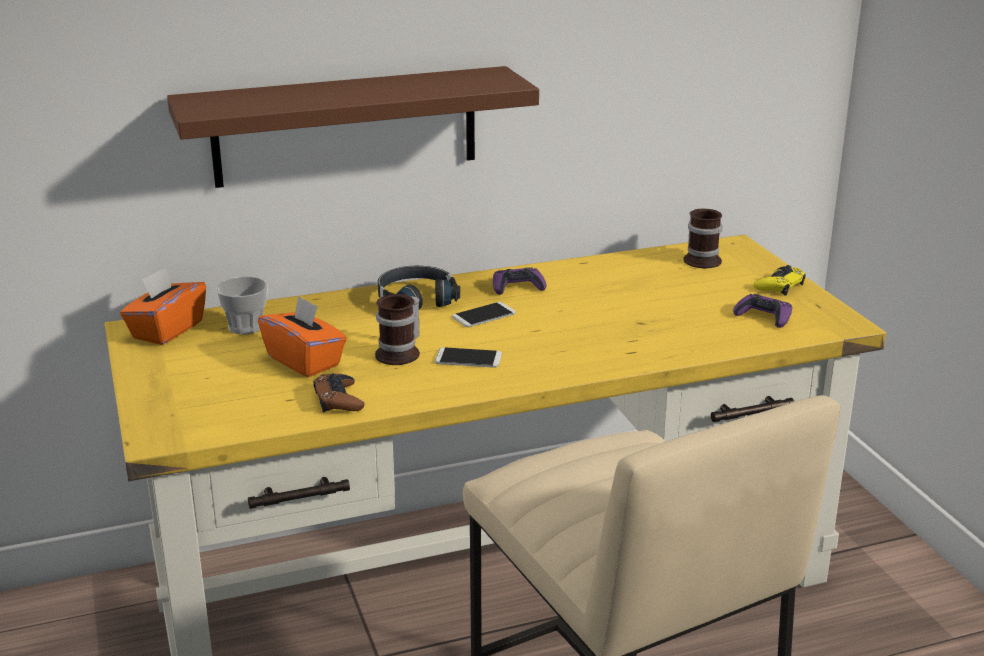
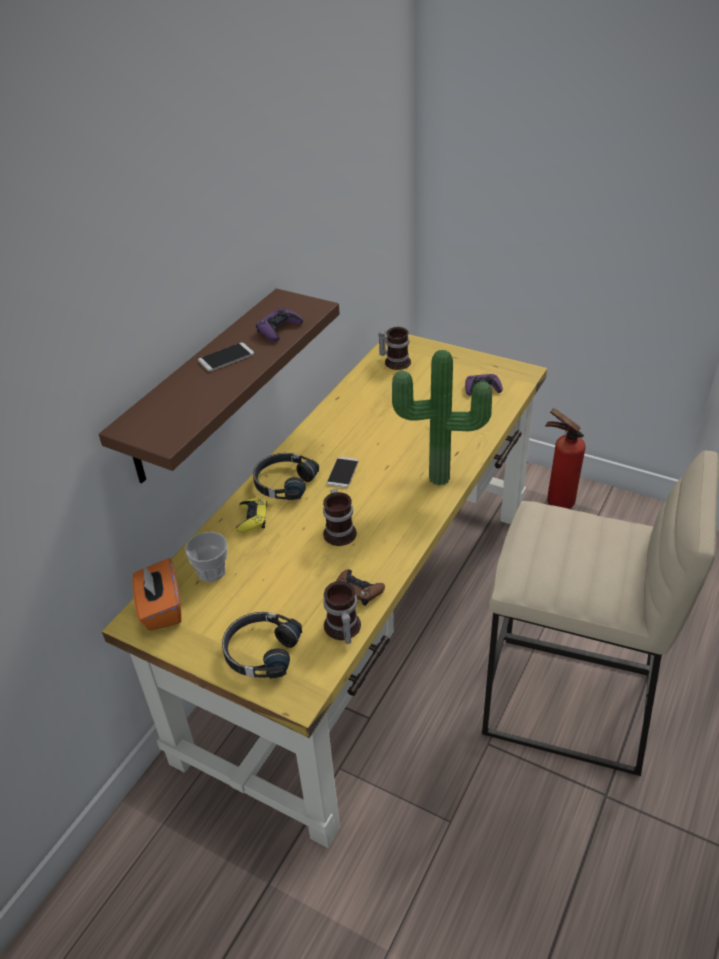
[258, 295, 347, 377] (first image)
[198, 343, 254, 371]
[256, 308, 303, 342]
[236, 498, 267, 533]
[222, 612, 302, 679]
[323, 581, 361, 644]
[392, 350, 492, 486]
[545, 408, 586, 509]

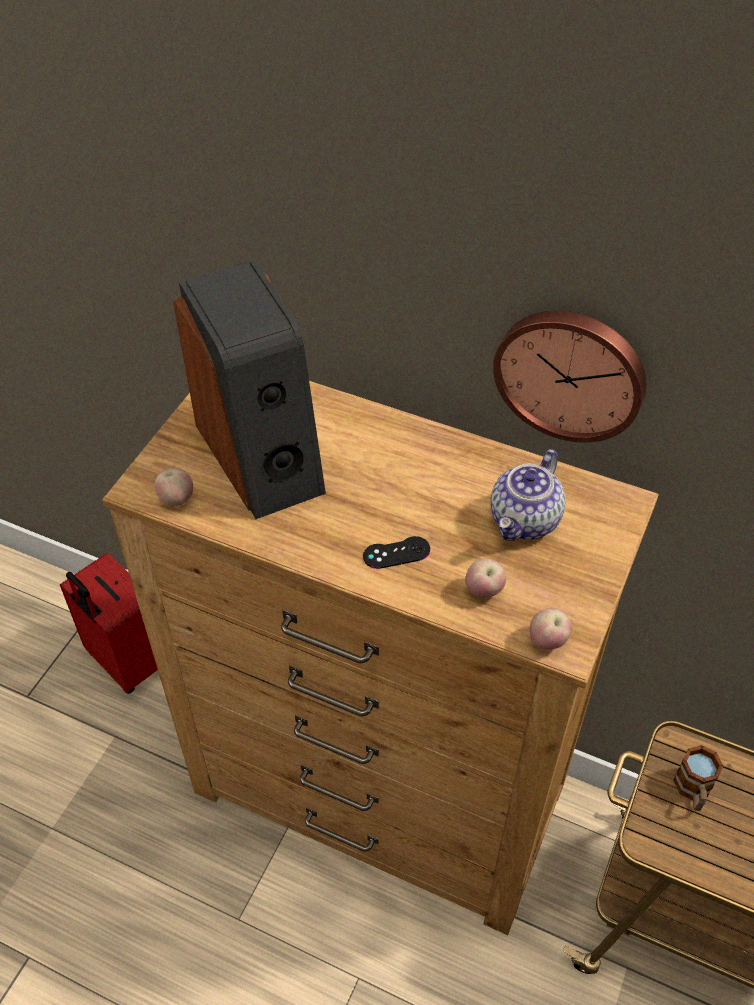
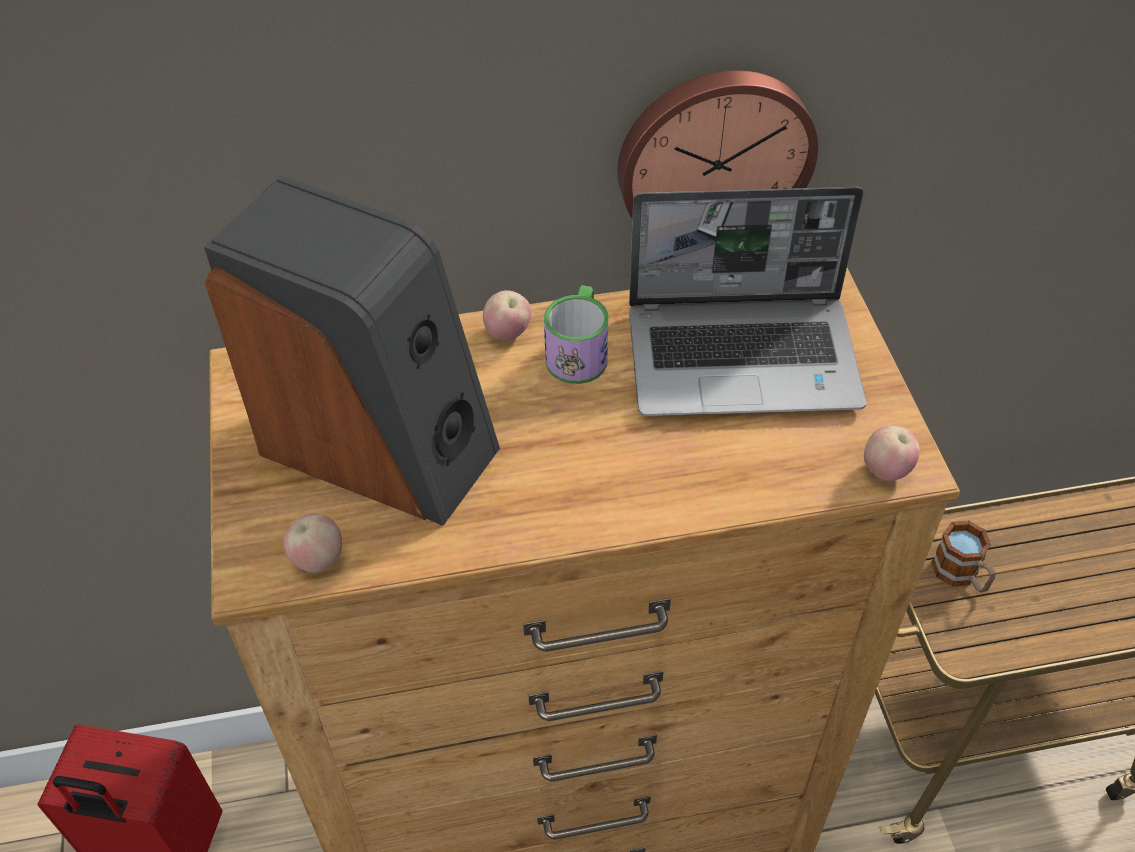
[363, 536, 430, 569] (first image)
[483, 290, 531, 340]
[629, 187, 866, 416]
[544, 285, 608, 384]

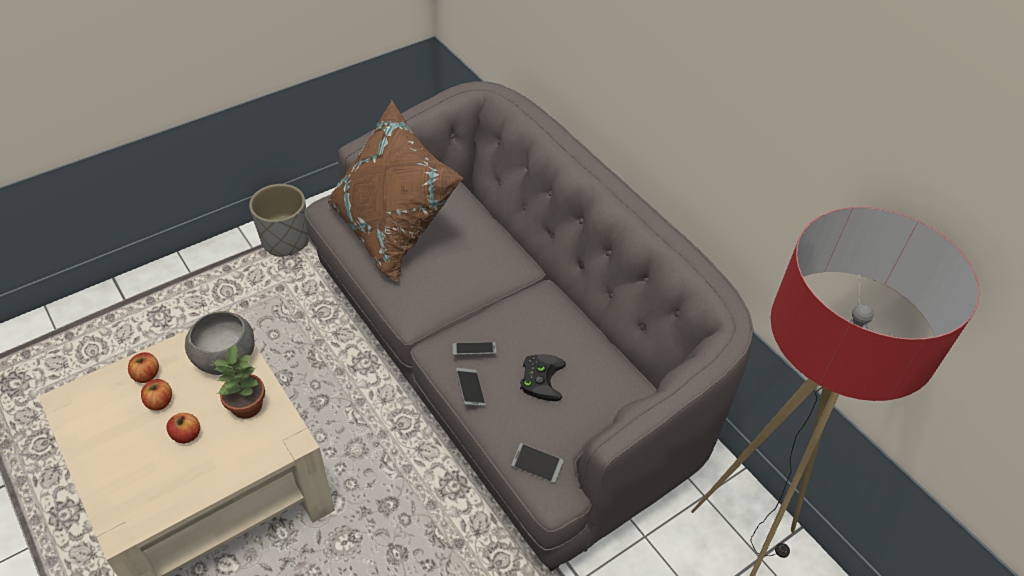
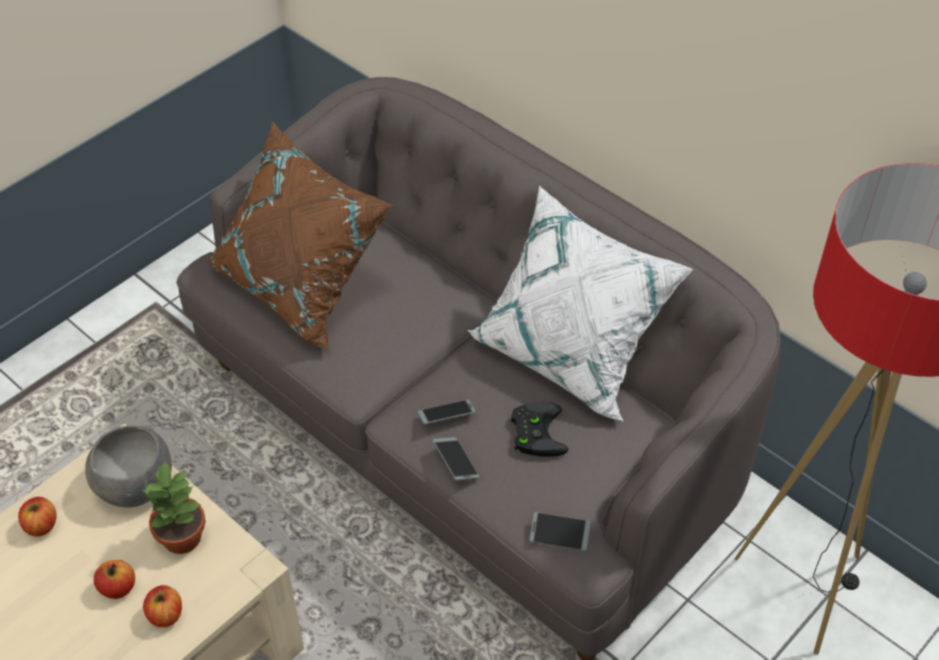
[143, 585, 182, 627]
[249, 184, 309, 257] (first image)
[468, 186, 693, 421]

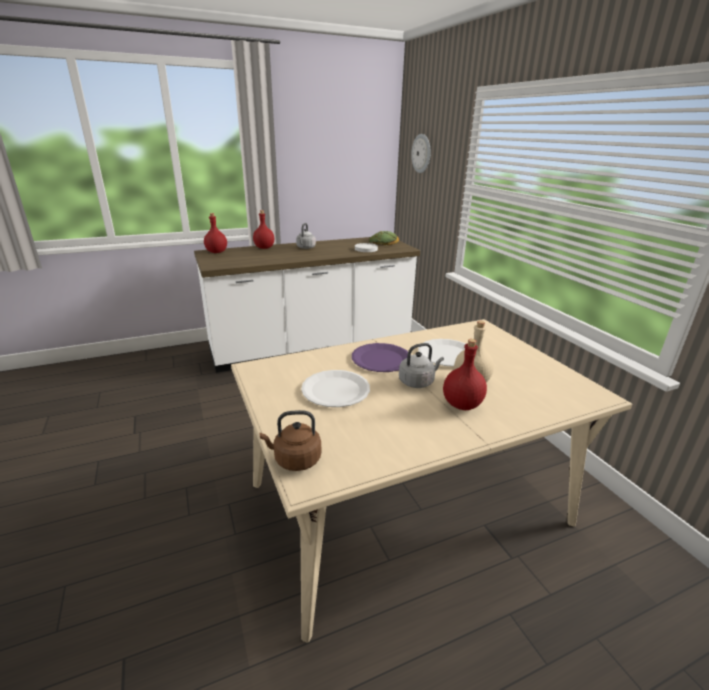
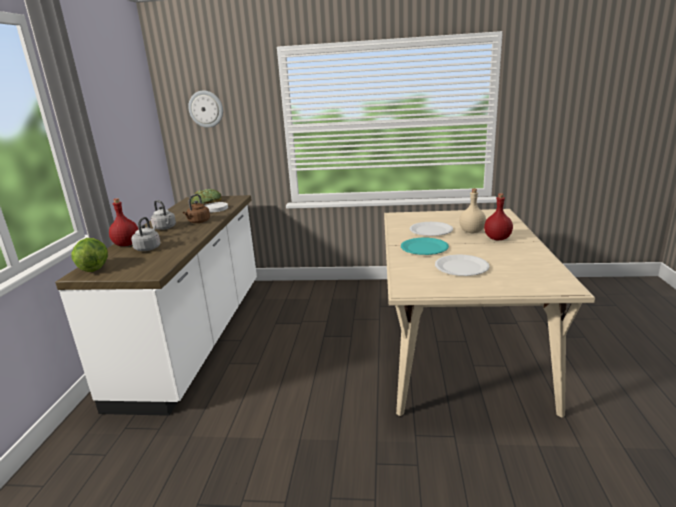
[72, 238, 108, 272]
[183, 194, 210, 223]
[401, 238, 449, 255]
[131, 217, 161, 251]

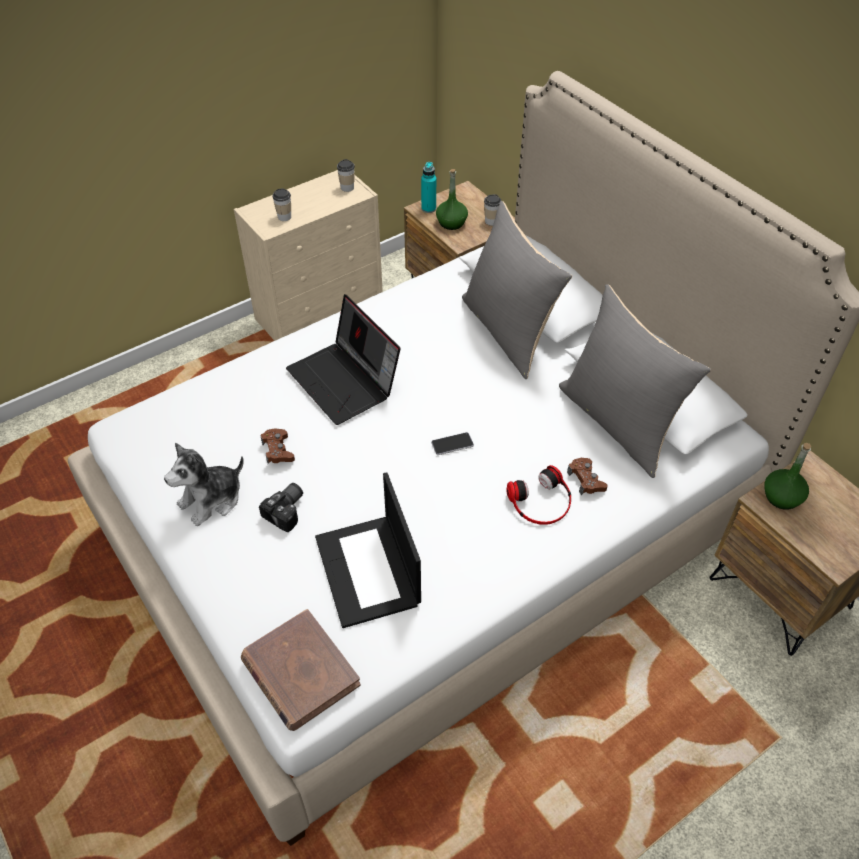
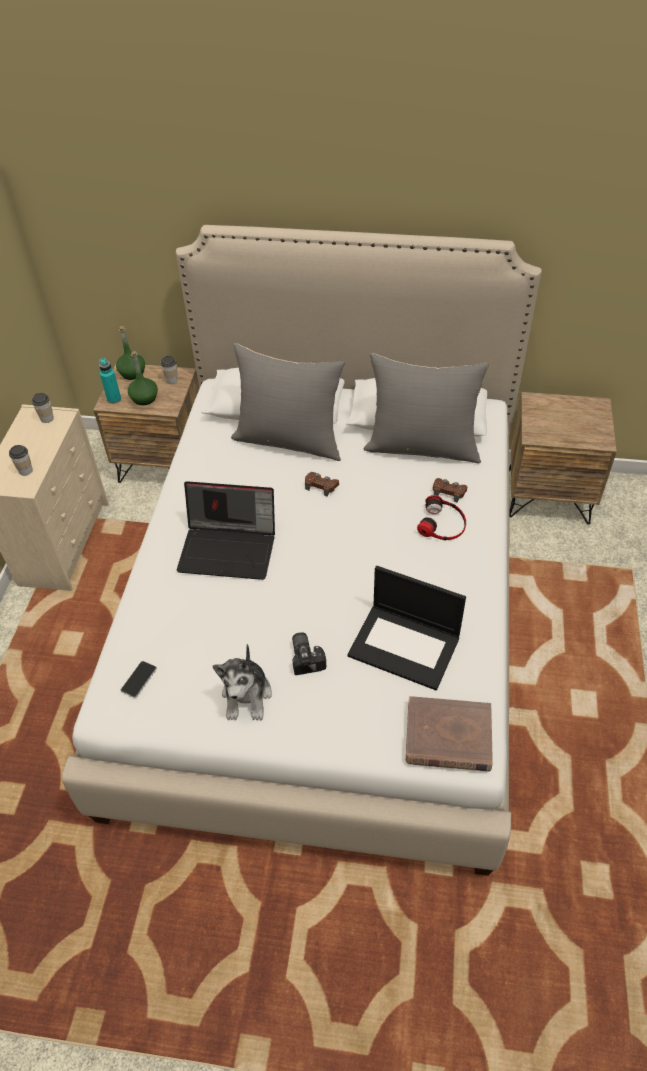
[305, 472, 339, 497]
[121, 661, 157, 698]
[116, 326, 145, 380]

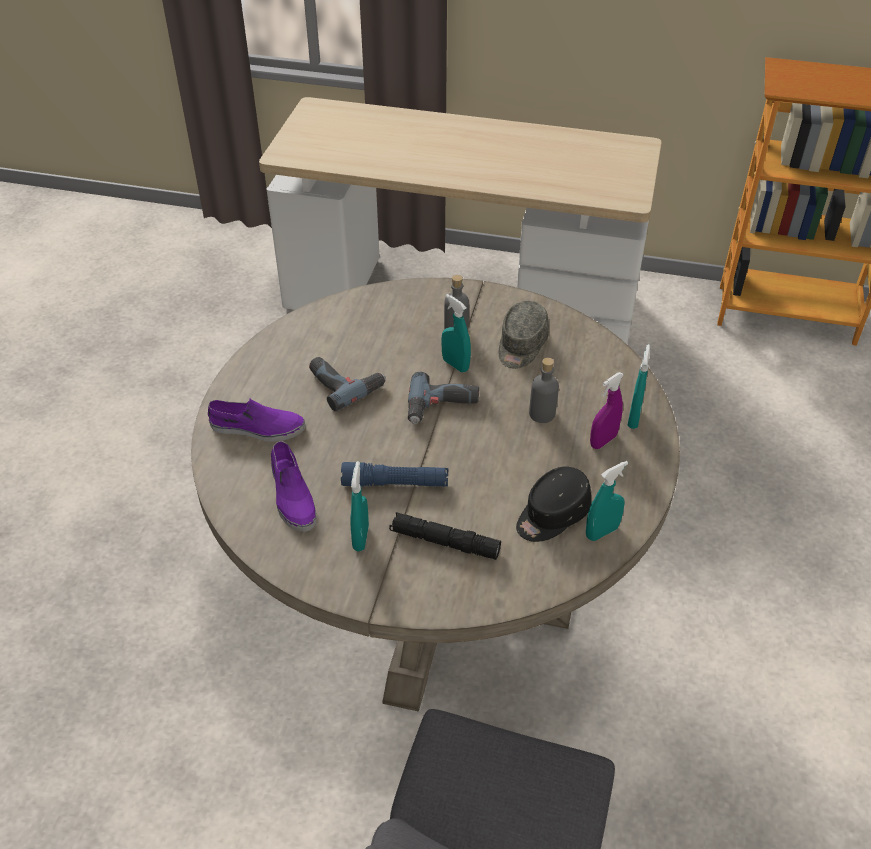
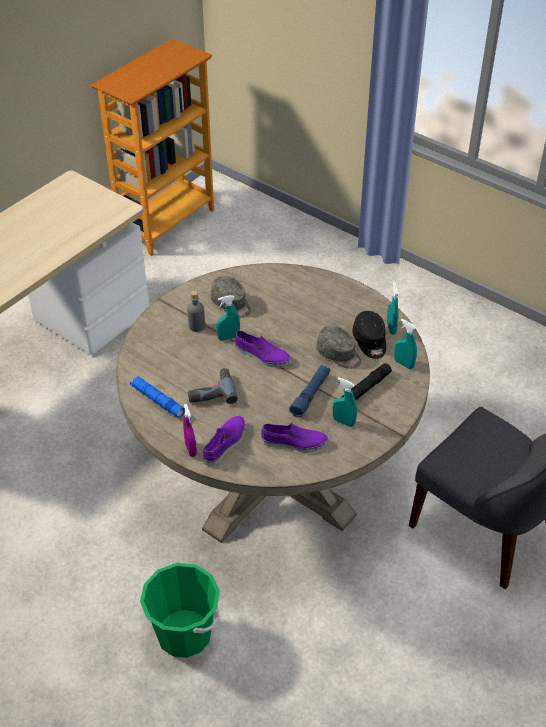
[235, 331, 291, 367]
[529, 358, 559, 423] (first image)
[183, 404, 197, 457]
[394, 319, 417, 369]
[130, 376, 185, 418]
[140, 563, 220, 658]
[316, 326, 361, 369]

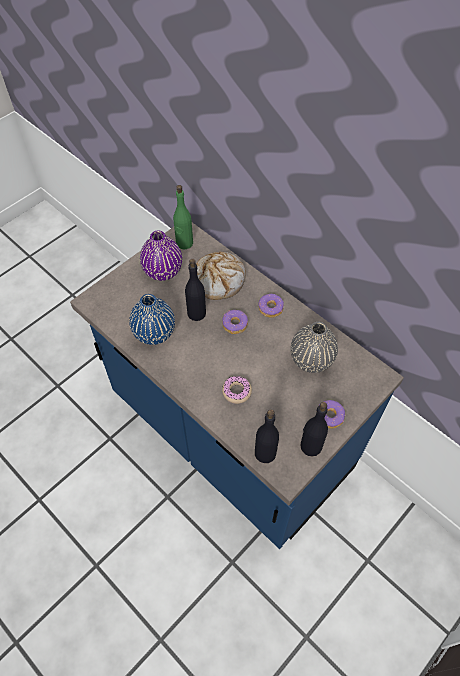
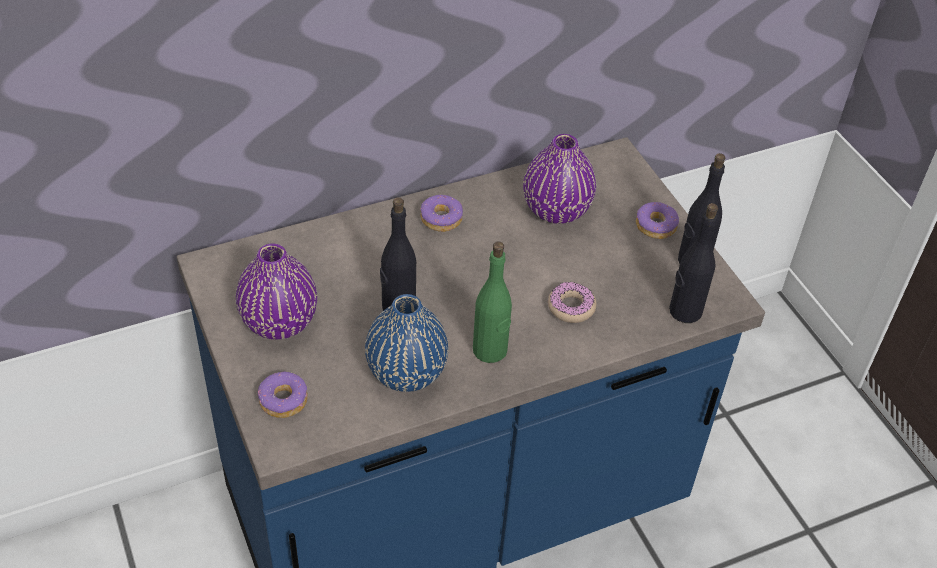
[473, 241, 512, 363]
[196, 251, 246, 300] (first image)
[258, 372, 308, 418]
[523, 134, 596, 224]

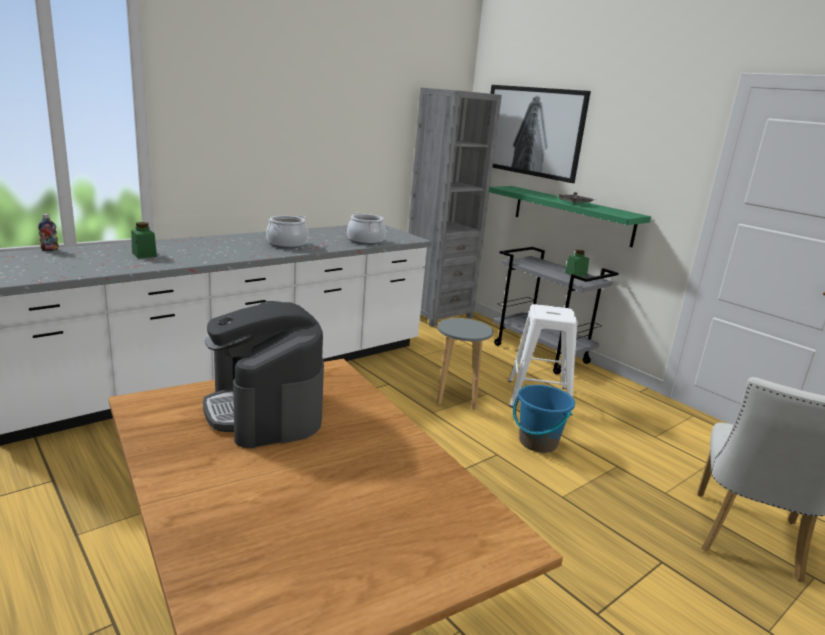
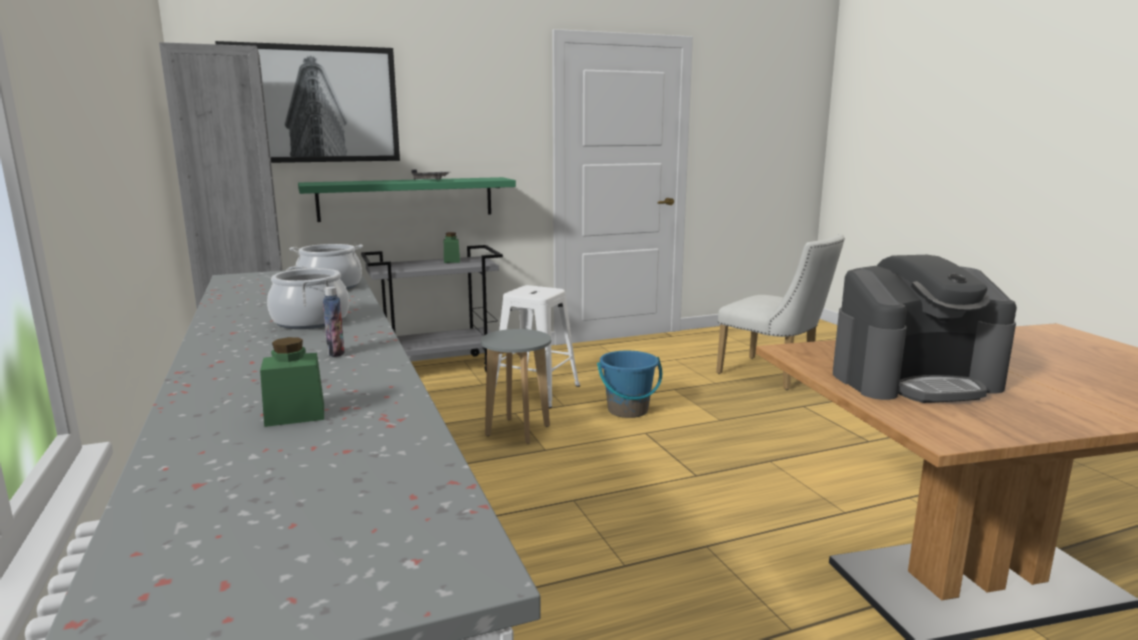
[323, 287, 345, 357]

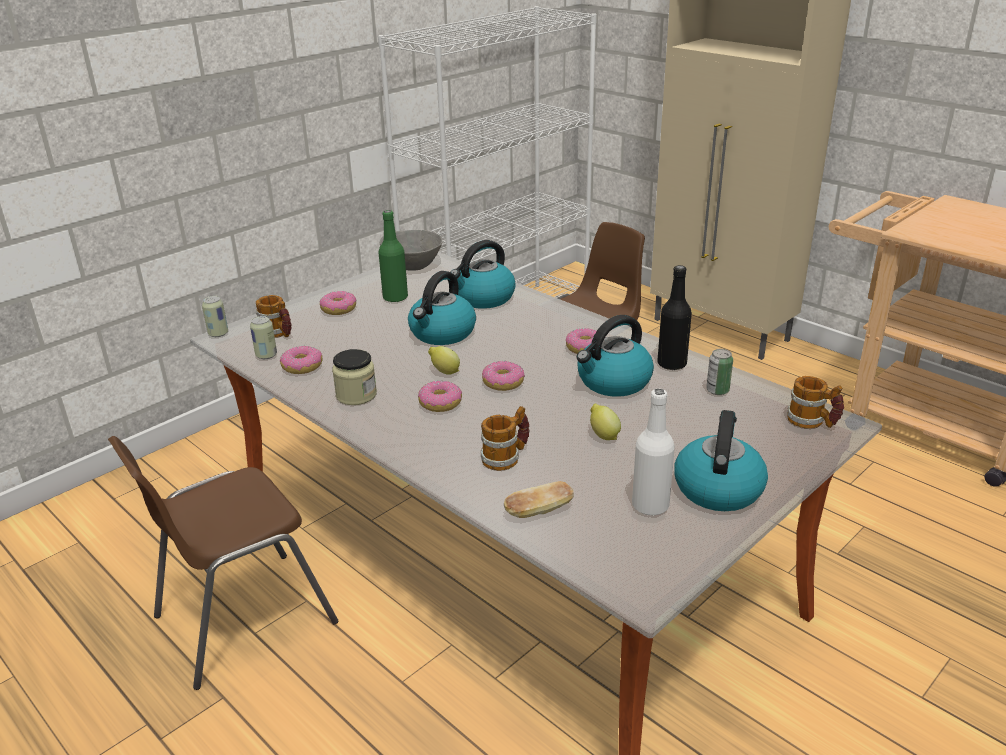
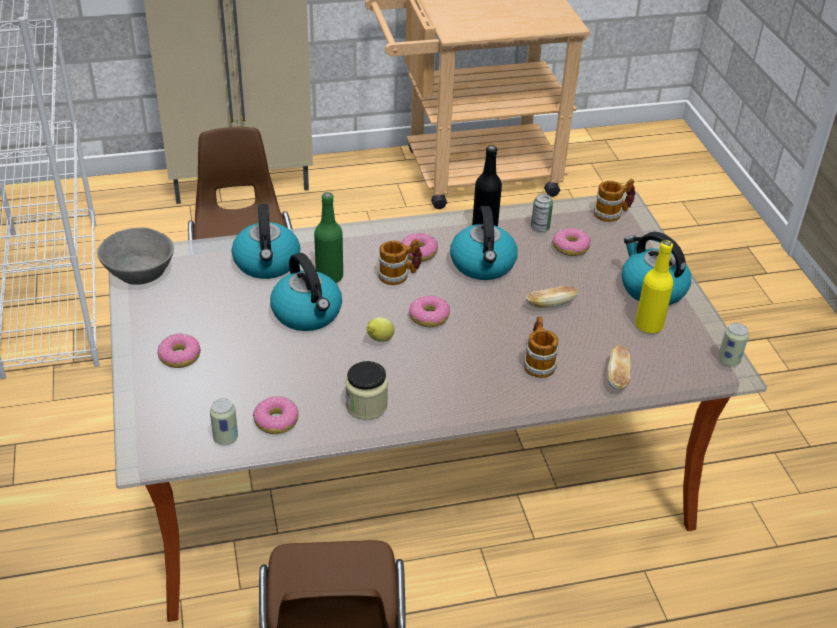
[718, 323, 749, 366]
[378, 239, 422, 285]
[314, 192, 343, 283]
[553, 228, 591, 256]
[526, 286, 578, 308]
[635, 240, 673, 334]

